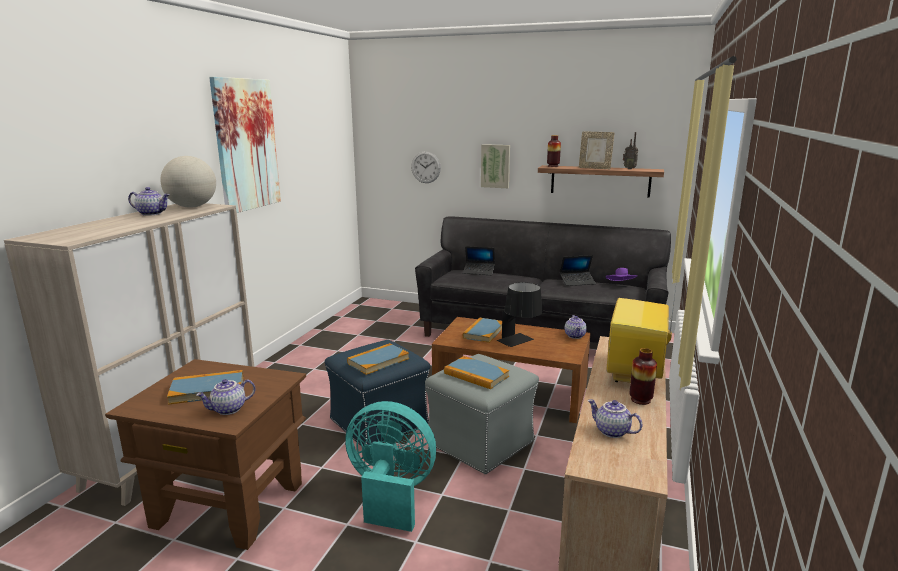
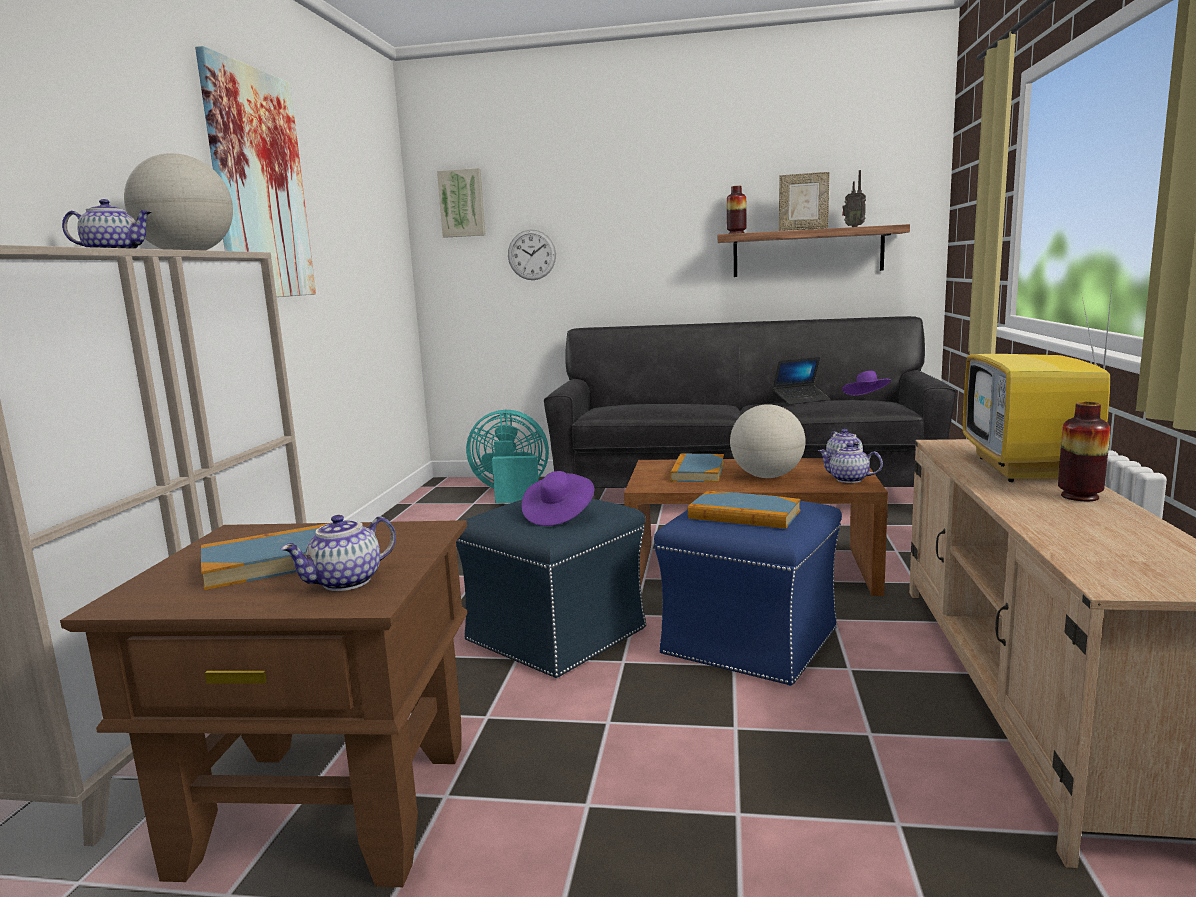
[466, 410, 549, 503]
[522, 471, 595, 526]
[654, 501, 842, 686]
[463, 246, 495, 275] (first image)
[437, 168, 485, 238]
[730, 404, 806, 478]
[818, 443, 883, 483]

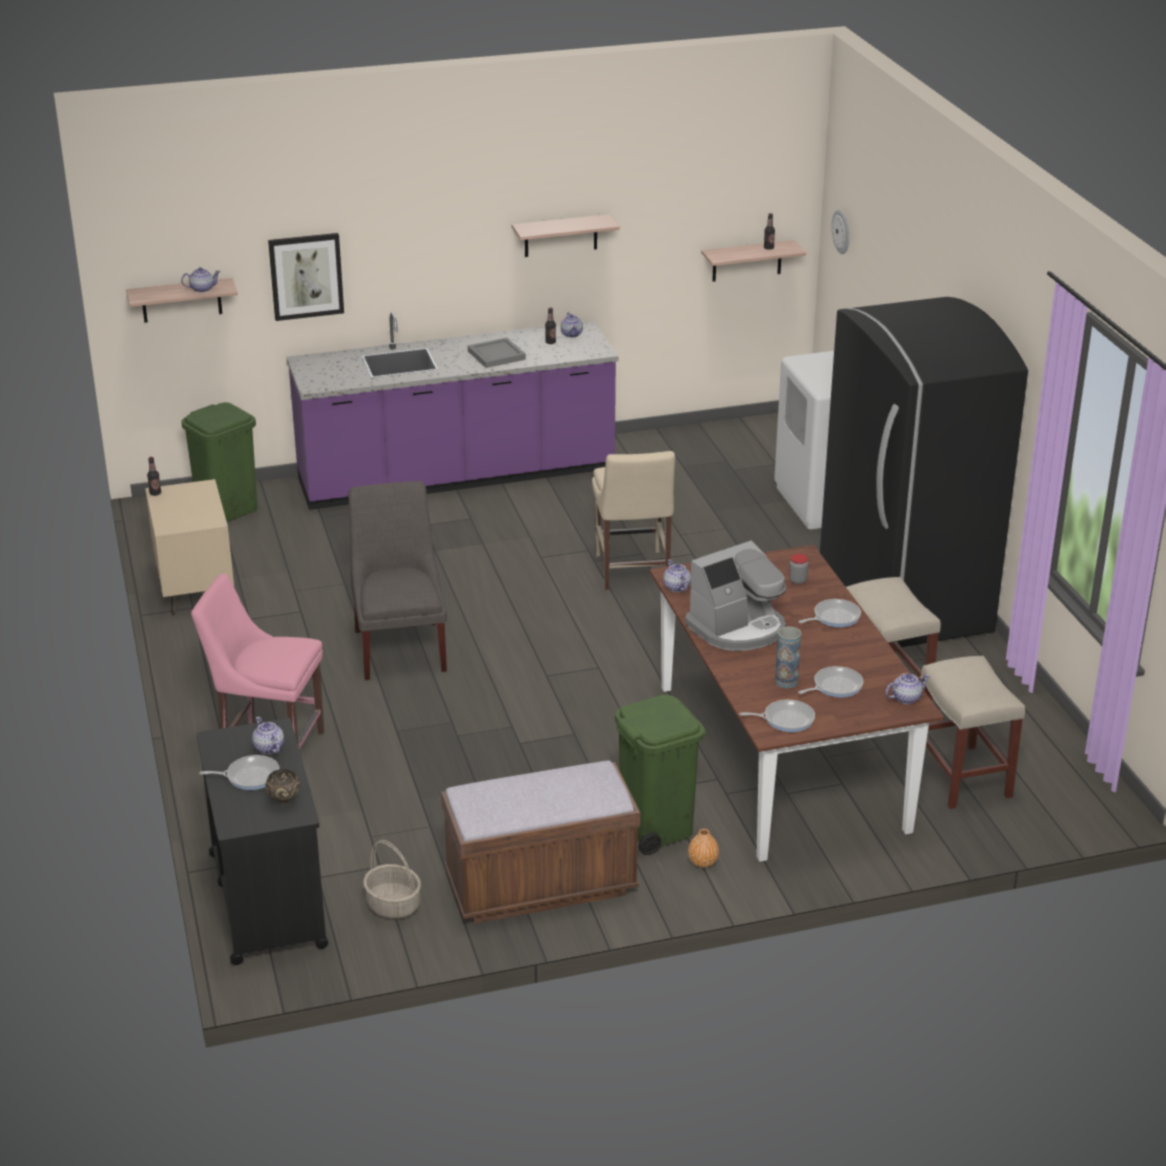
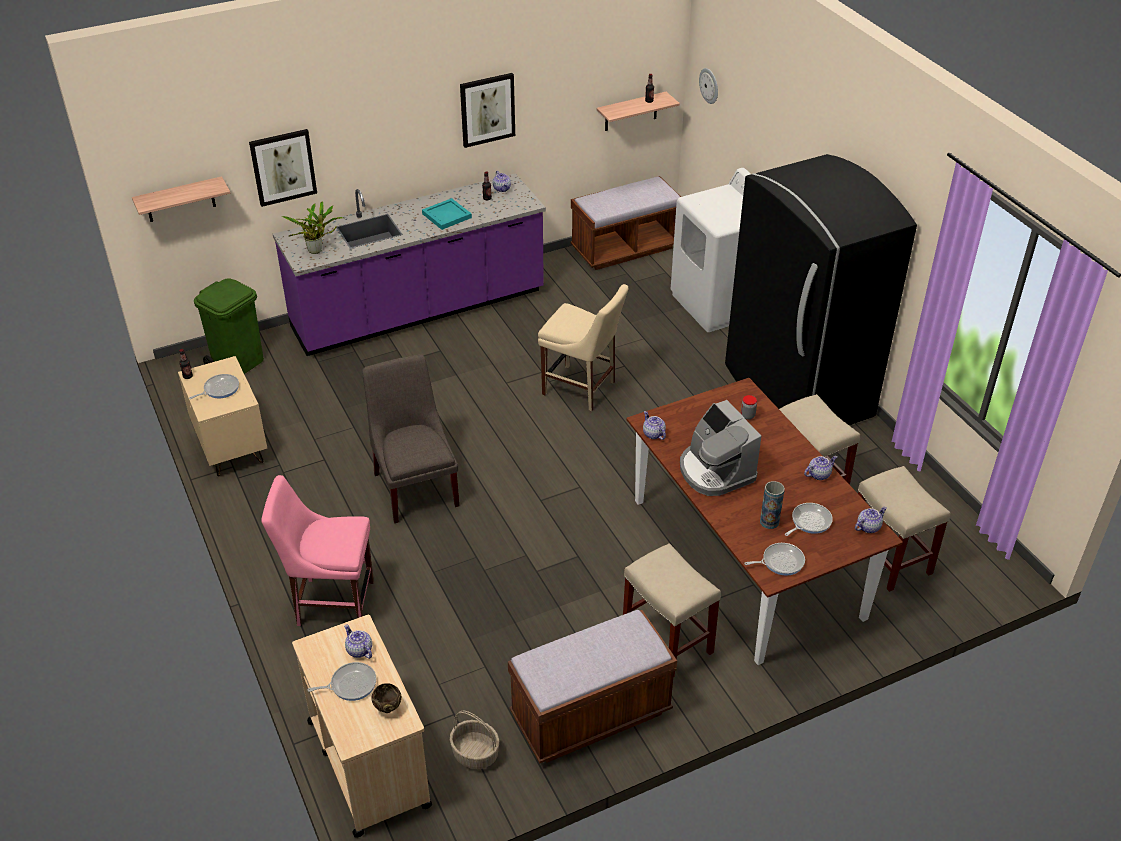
[804, 456, 837, 480]
[292, 614, 432, 838]
[422, 198, 472, 230]
[460, 73, 515, 148]
[538, 284, 628, 411]
[623, 543, 721, 678]
[680, 400, 761, 496]
[688, 829, 719, 868] (first image)
[189, 374, 239, 399]
[281, 202, 343, 254]
[571, 176, 681, 270]

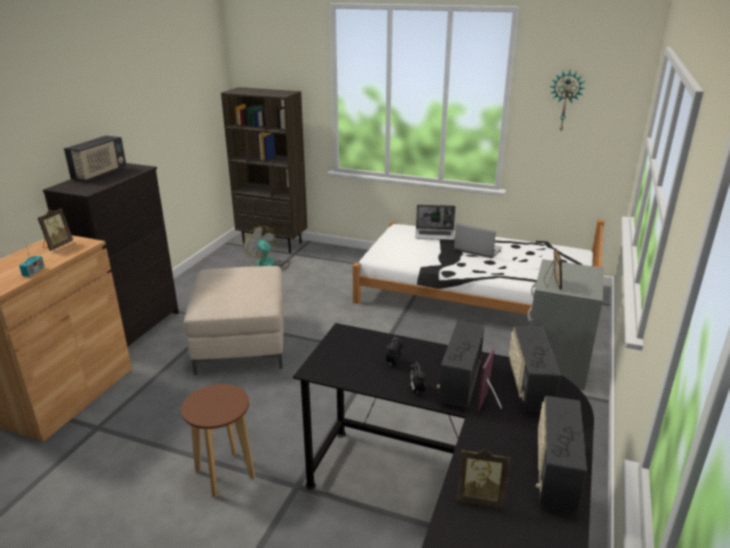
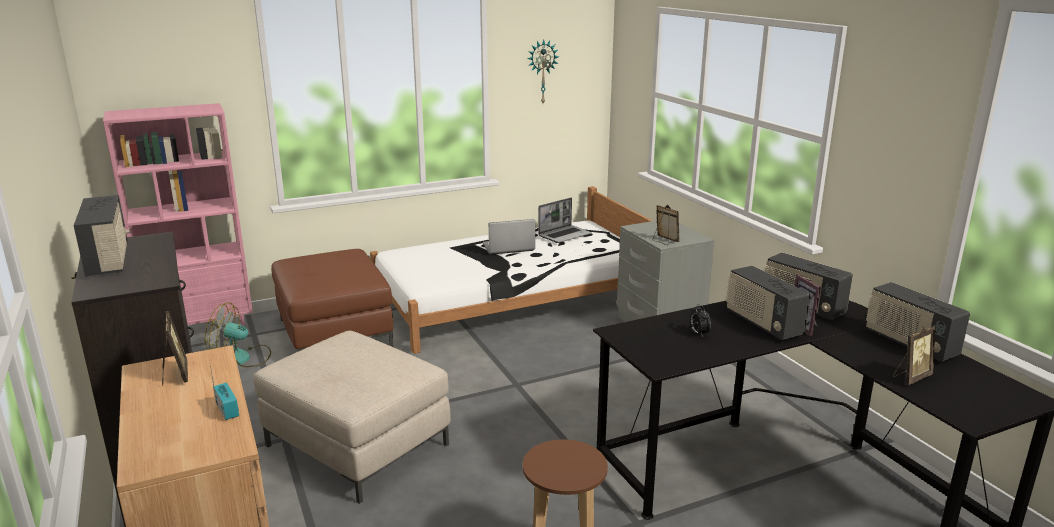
[103, 103, 253, 326]
[409, 362, 426, 394] (first image)
[538, 198, 592, 243]
[271, 249, 394, 352]

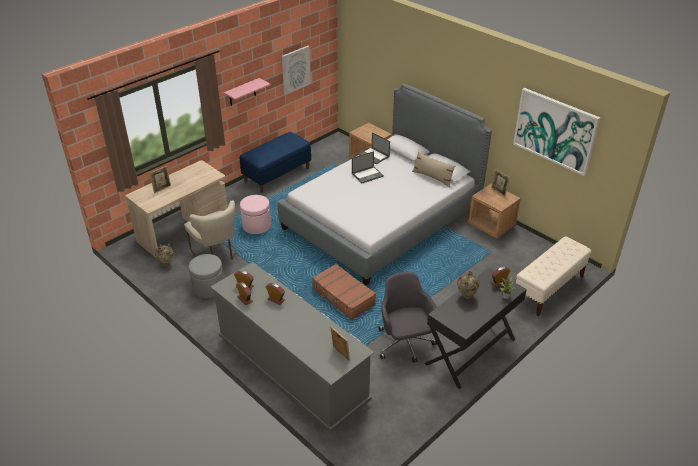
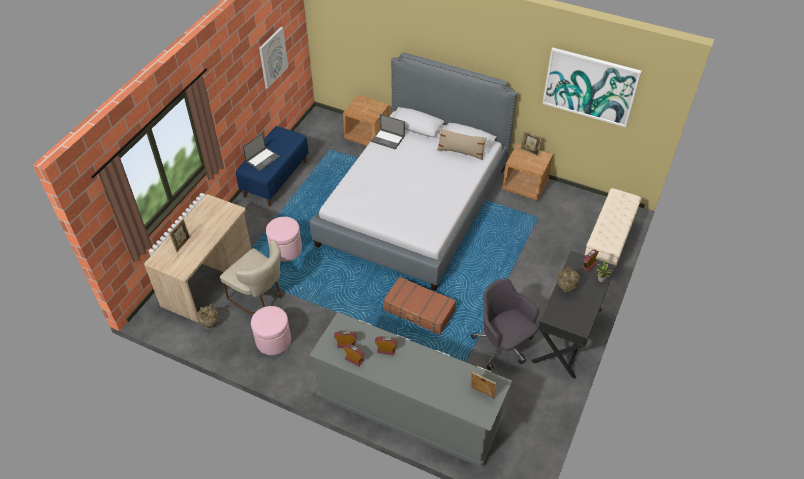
[251, 306, 291, 355]
[224, 78, 271, 106] (first image)
[243, 133, 280, 171]

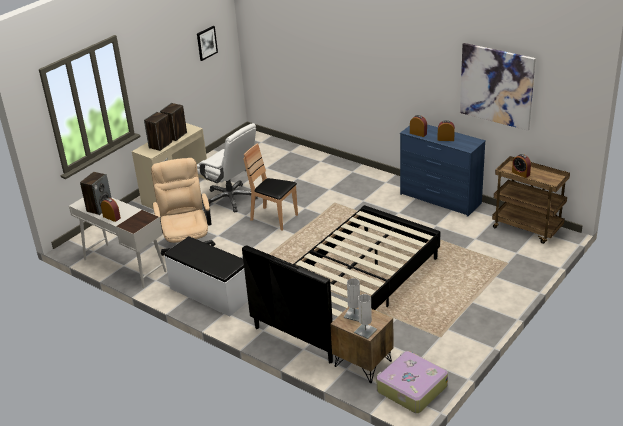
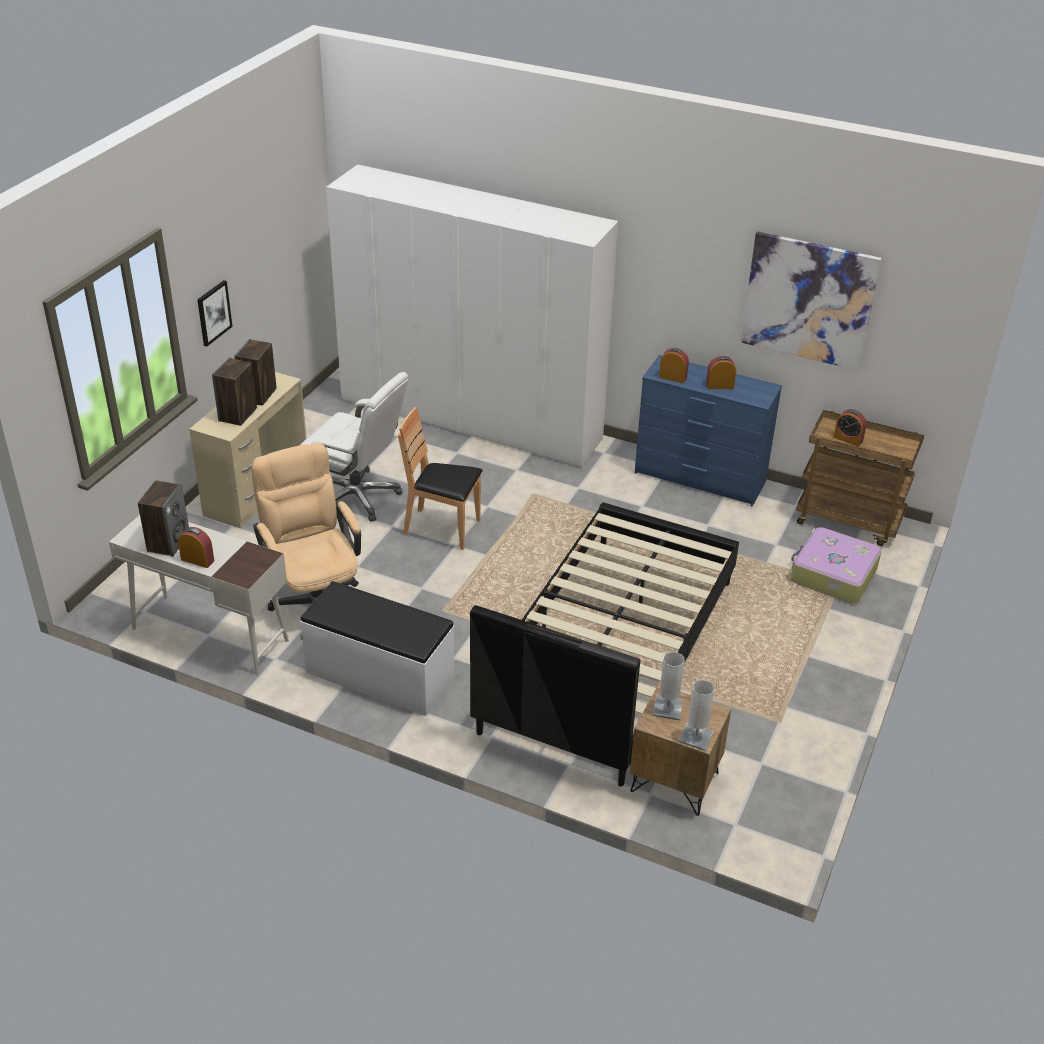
[197, 280, 233, 346]
[791, 527, 882, 603]
[326, 164, 618, 467]

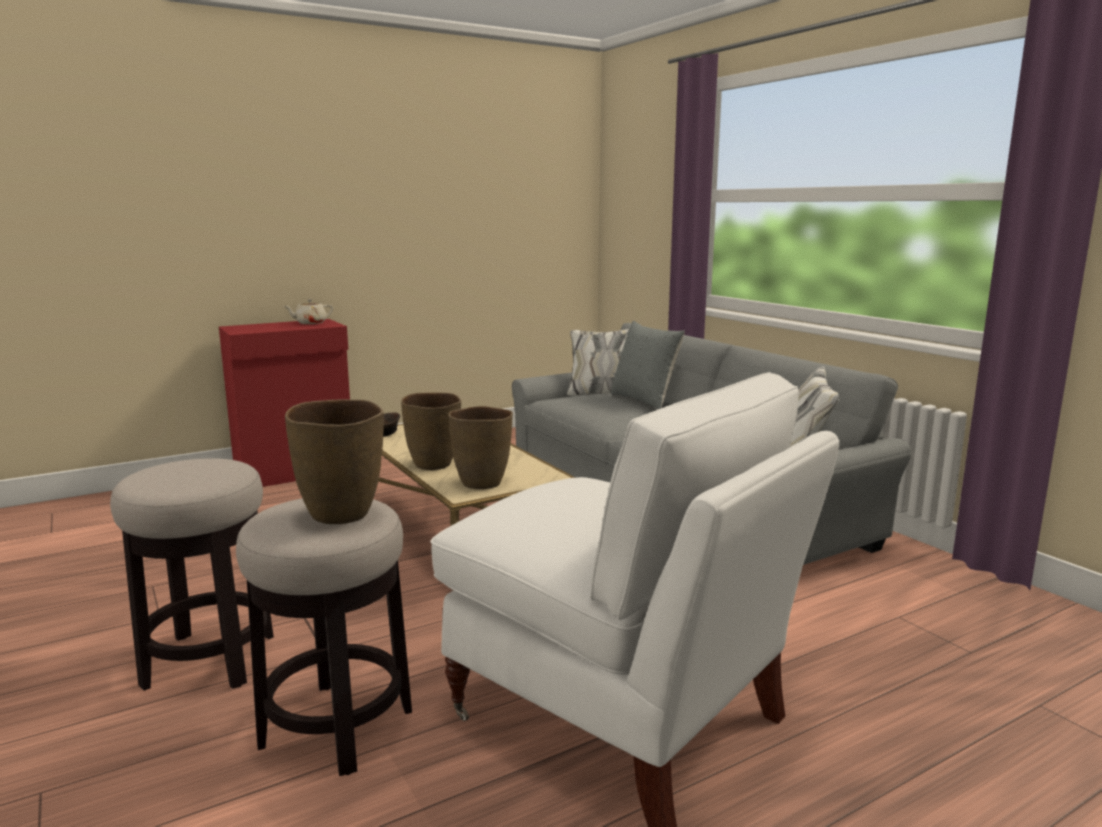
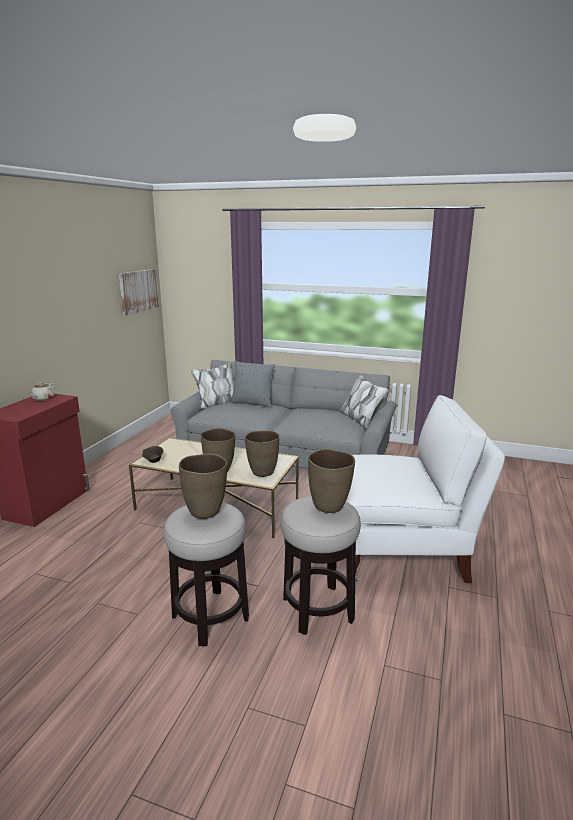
[119, 269, 159, 315]
[179, 454, 227, 519]

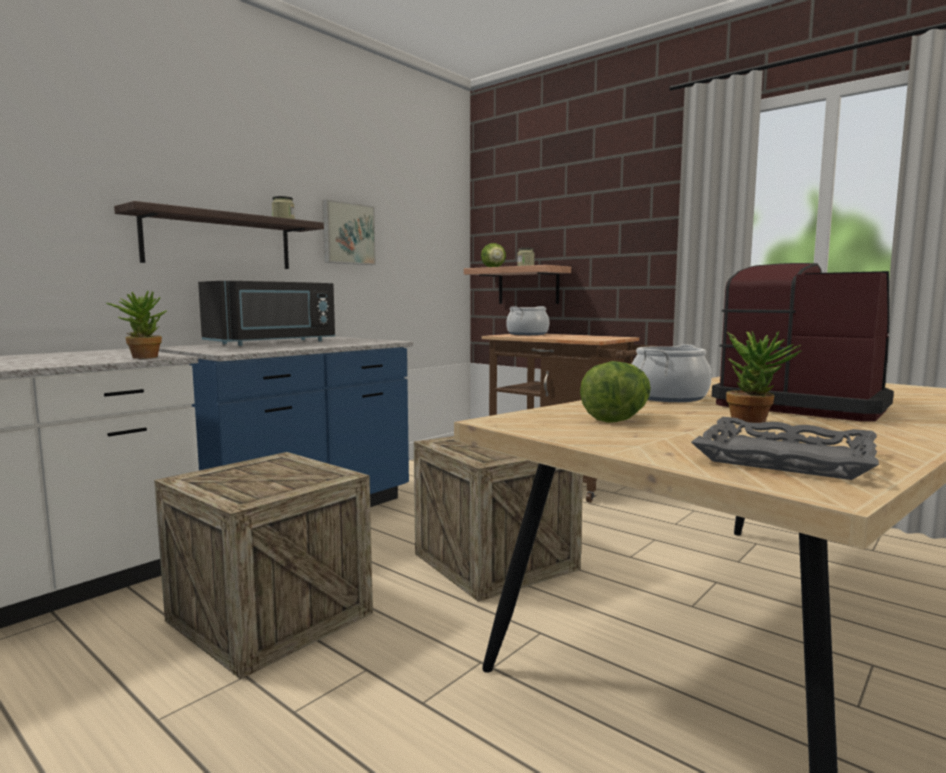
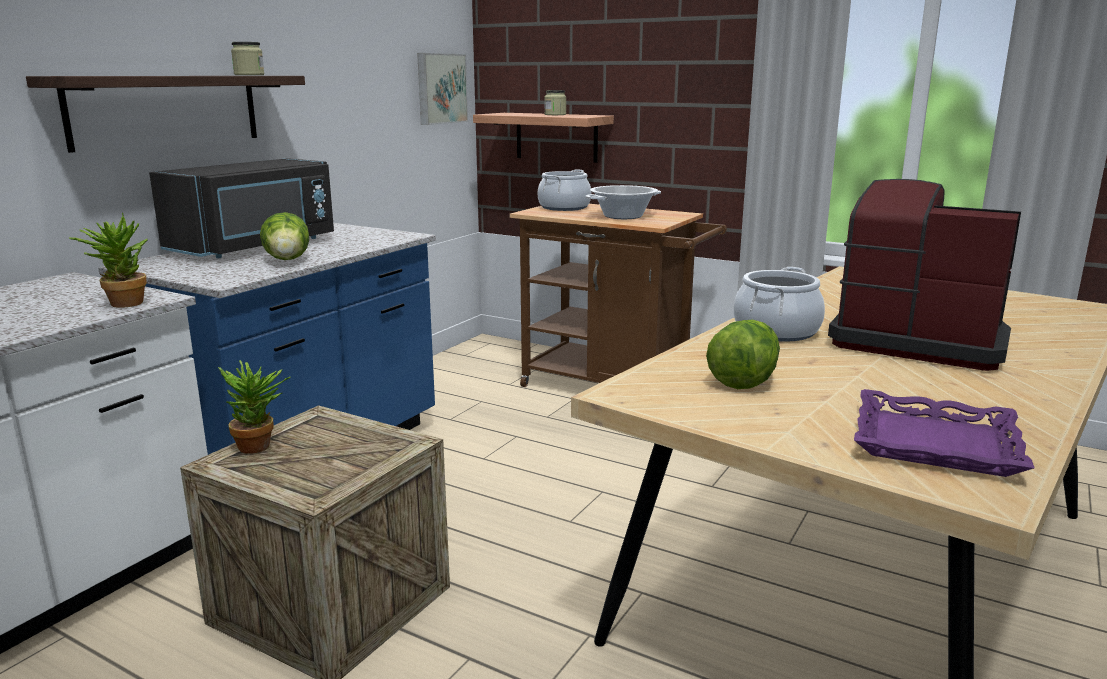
[417, 53, 468, 125]
[414, 436, 583, 602] (first image)
[260, 212, 309, 260]
[854, 389, 1035, 477]
[218, 360, 291, 454]
[585, 185, 661, 219]

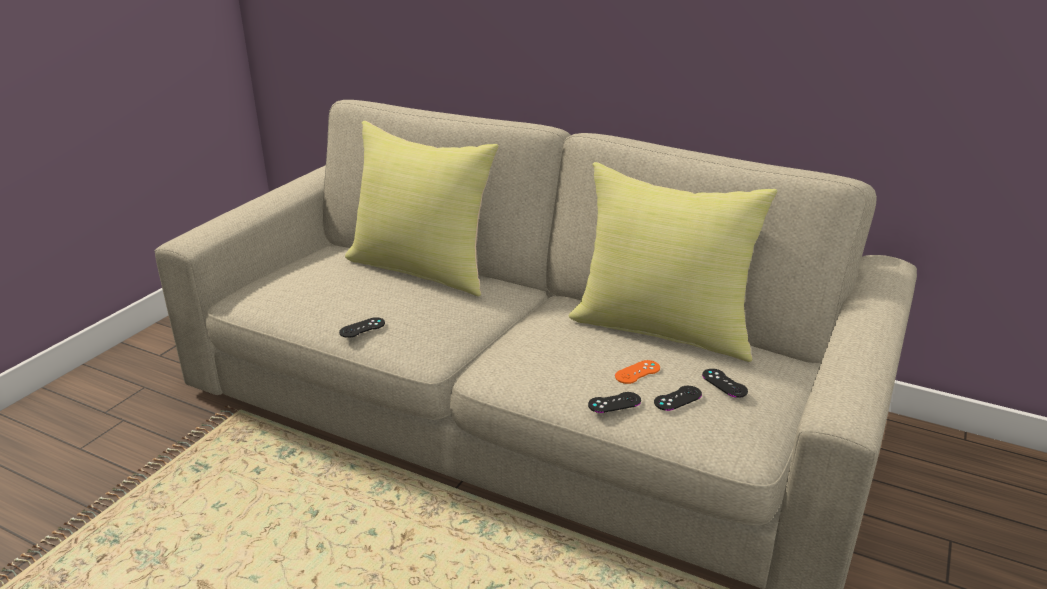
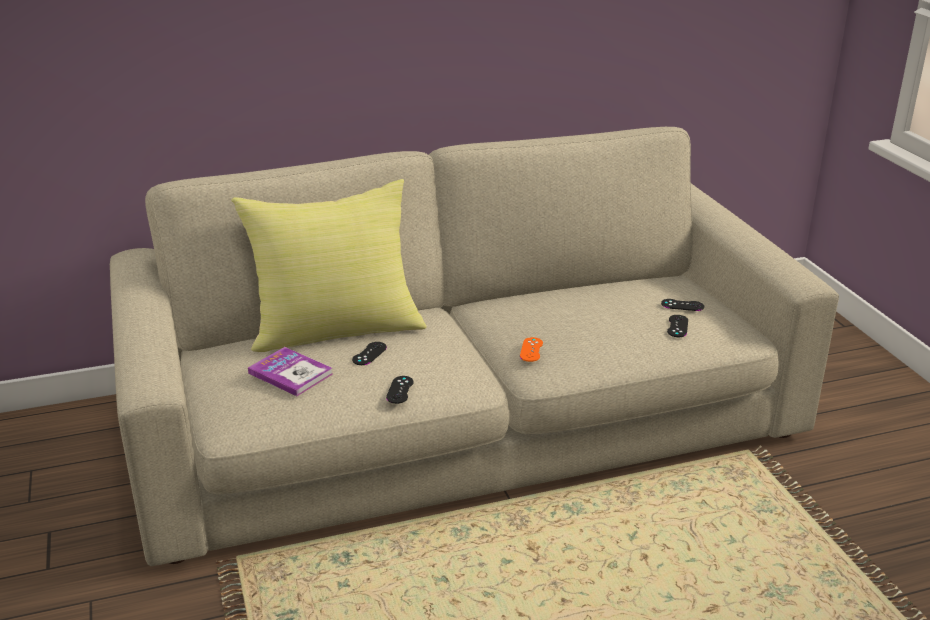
[569, 162, 777, 362] (first image)
[352, 342, 387, 365]
[520, 337, 543, 362]
[248, 347, 333, 396]

